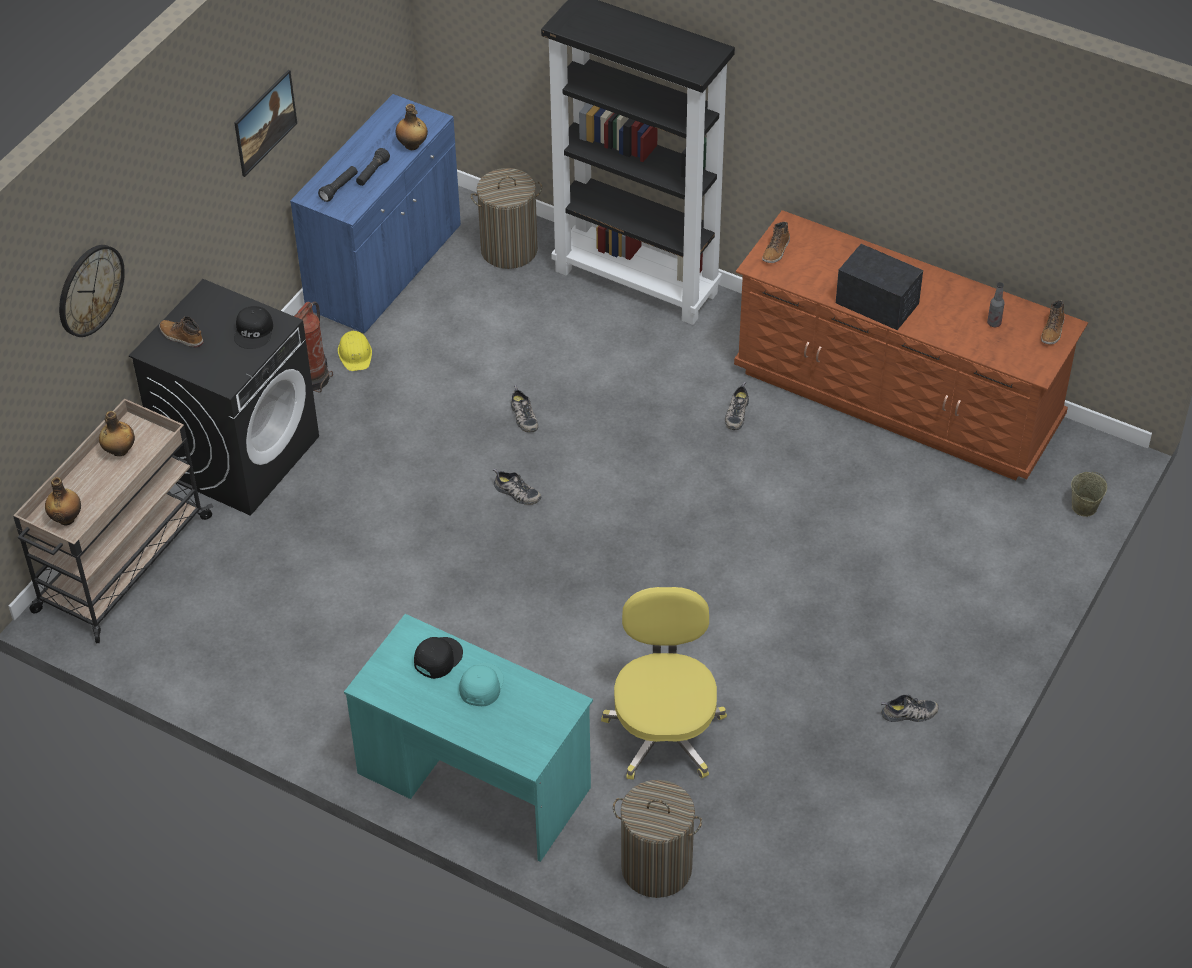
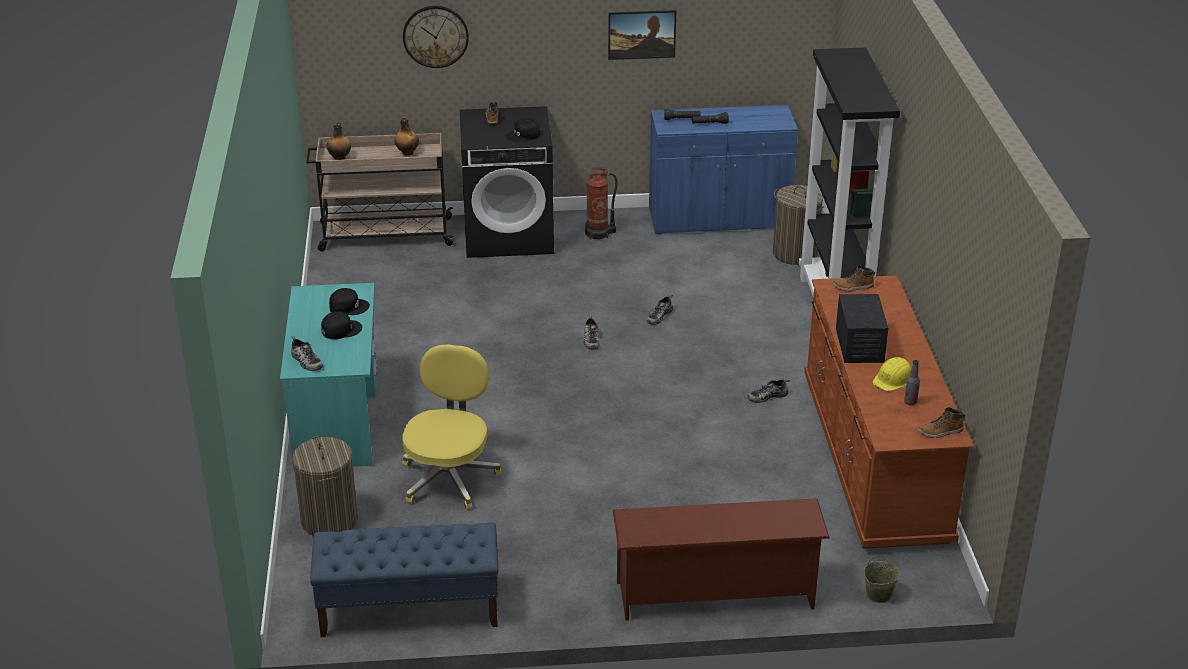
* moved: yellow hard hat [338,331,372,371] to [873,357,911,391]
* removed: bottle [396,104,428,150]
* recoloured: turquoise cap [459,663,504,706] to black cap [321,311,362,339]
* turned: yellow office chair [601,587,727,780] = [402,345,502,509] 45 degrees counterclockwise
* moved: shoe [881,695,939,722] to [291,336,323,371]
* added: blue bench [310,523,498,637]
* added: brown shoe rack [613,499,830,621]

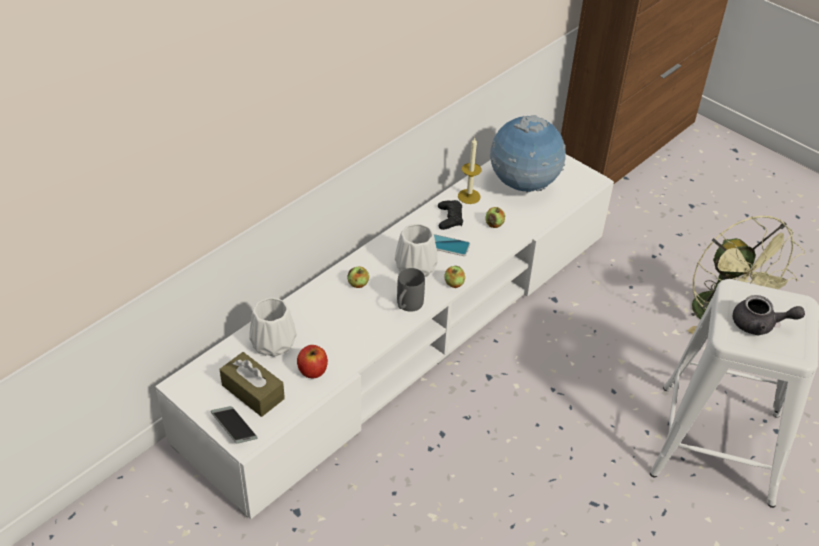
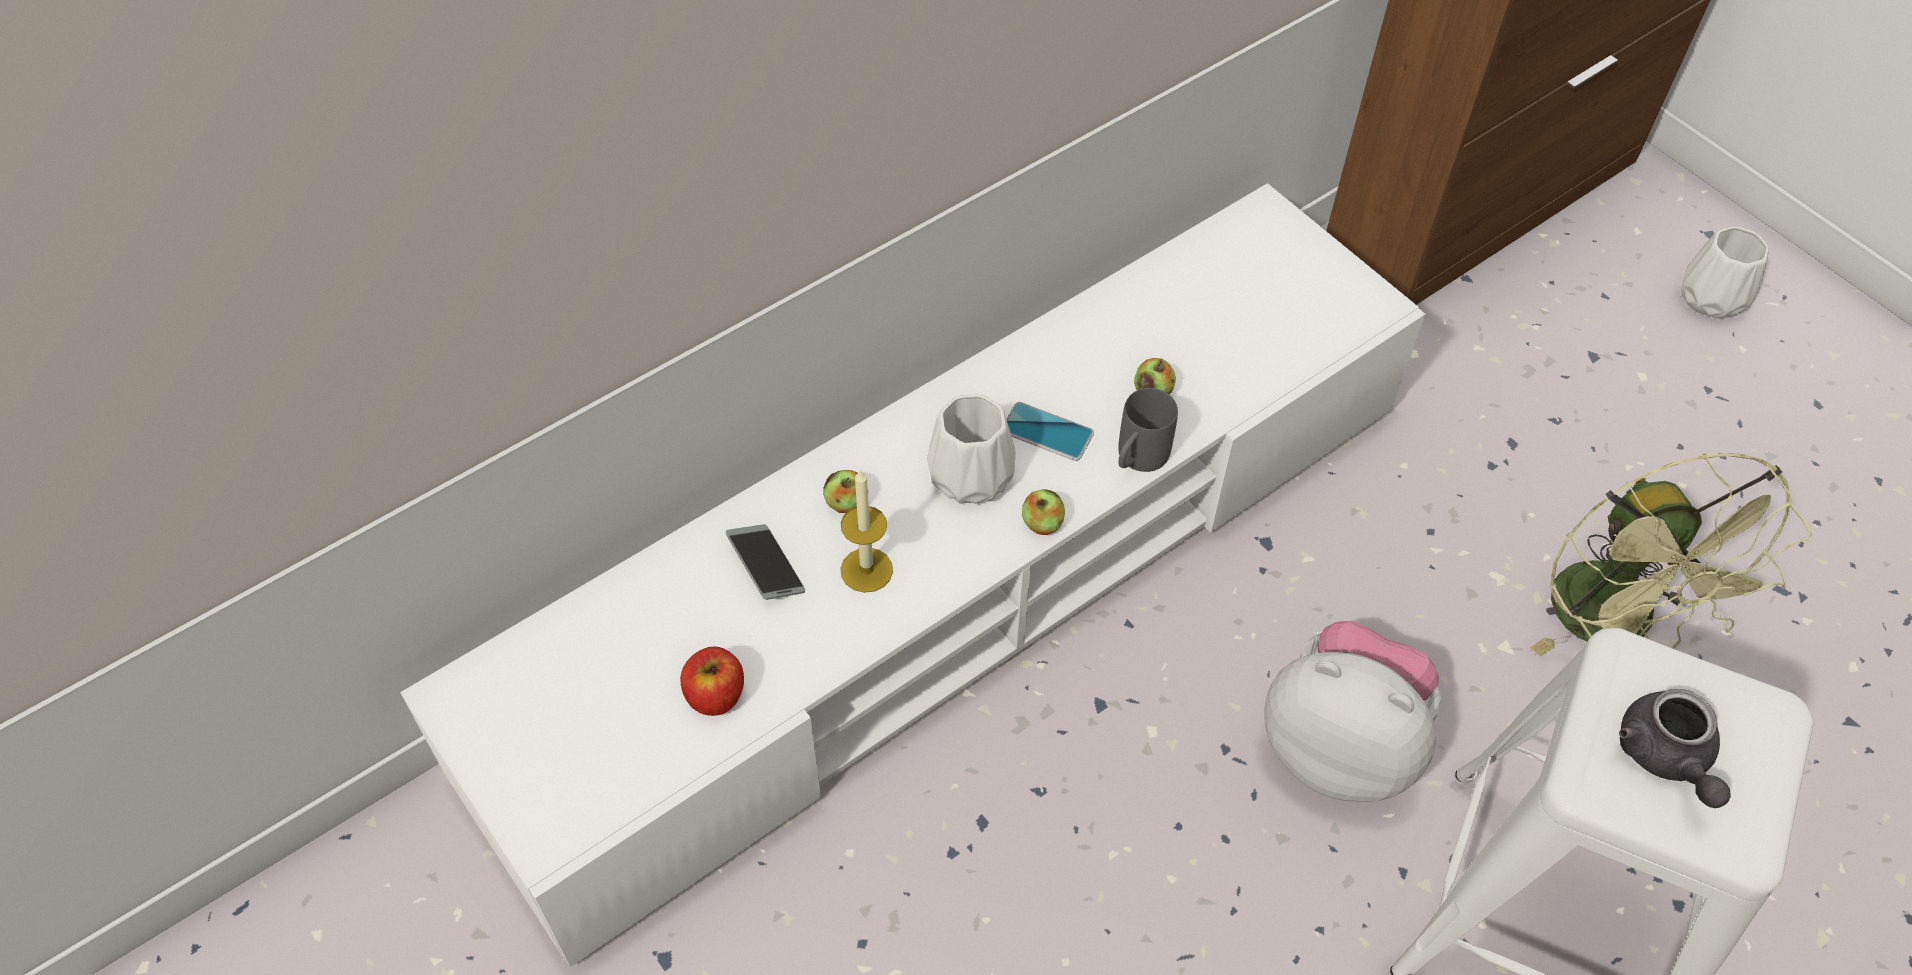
* moved: phone [211,406,258,444] to [726,524,805,600]
* removed: brown tissue box [220,352,285,417]
* moved: white vase [249,297,297,357] to [1681,226,1769,319]
* moved: grey mug [397,268,425,312] to [1118,388,1178,472]
* removed: black game controller [438,200,463,230]
* moved: candle [458,138,482,204] to [840,469,893,593]
* removed: globe [490,115,566,193]
* turned: grey teapot [733,295,805,335] = [1619,689,1731,808] 60 degrees clockwise
* added: plush toy [1264,621,1441,802]

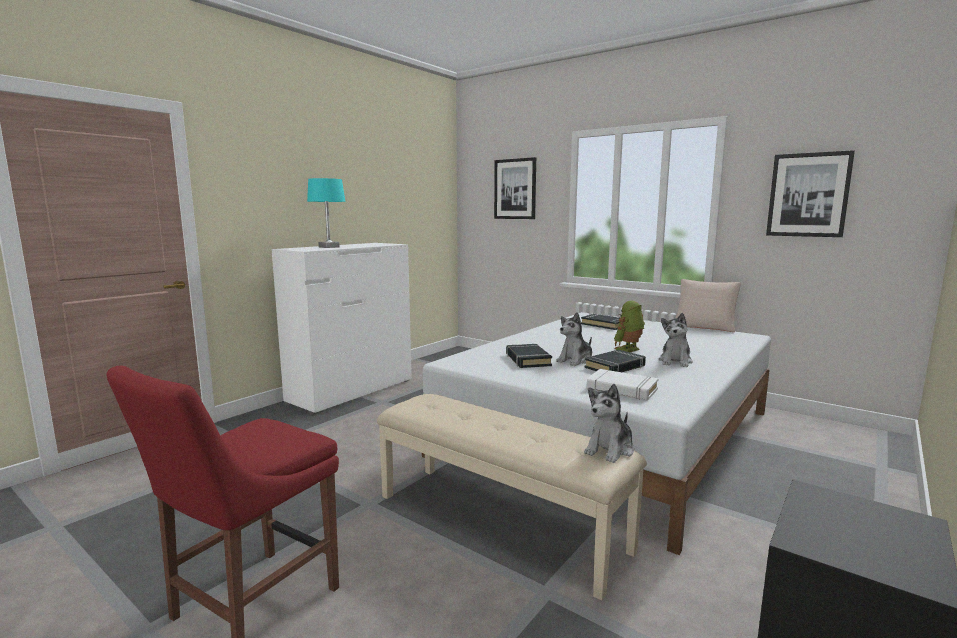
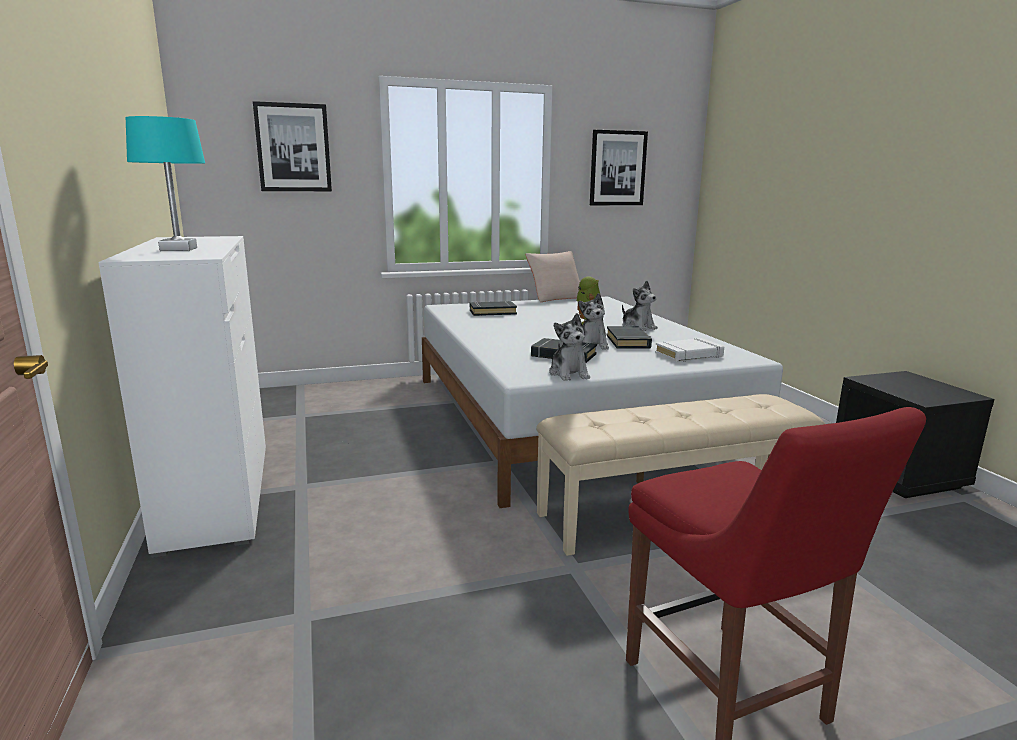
* moved: plush toy [584,384,634,463] to [549,313,590,381]

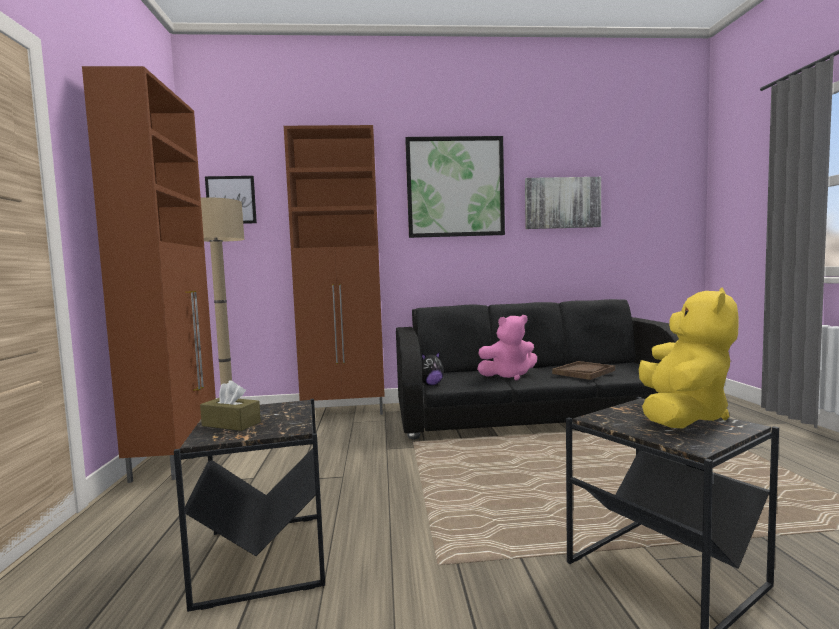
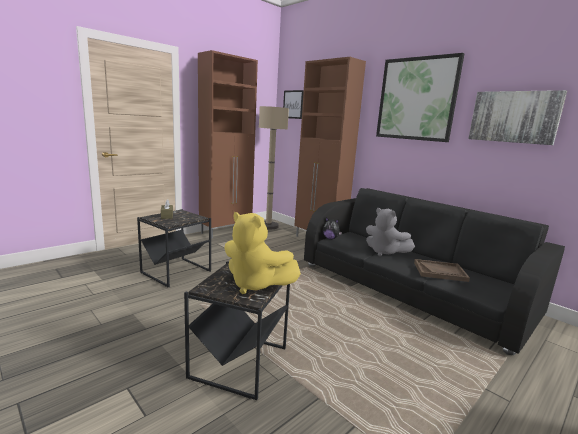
* recoloured: pink plush toy [477,315,537,380] to grey plush toy [366,208,415,256]
* turned: yellow plush toy [639,287,739,429] = [224,212,301,294] 45 degrees clockwise

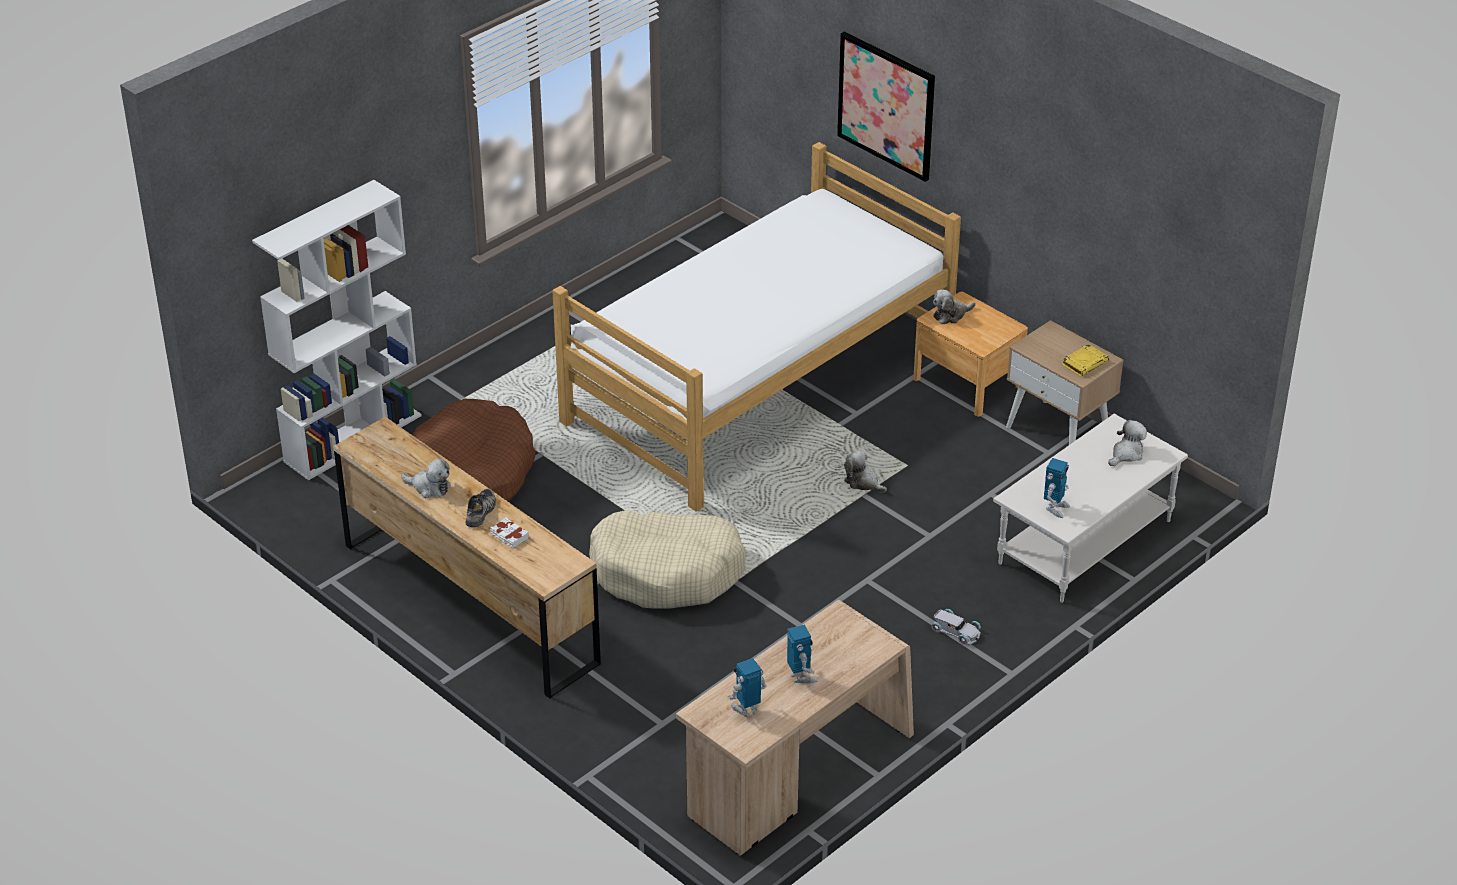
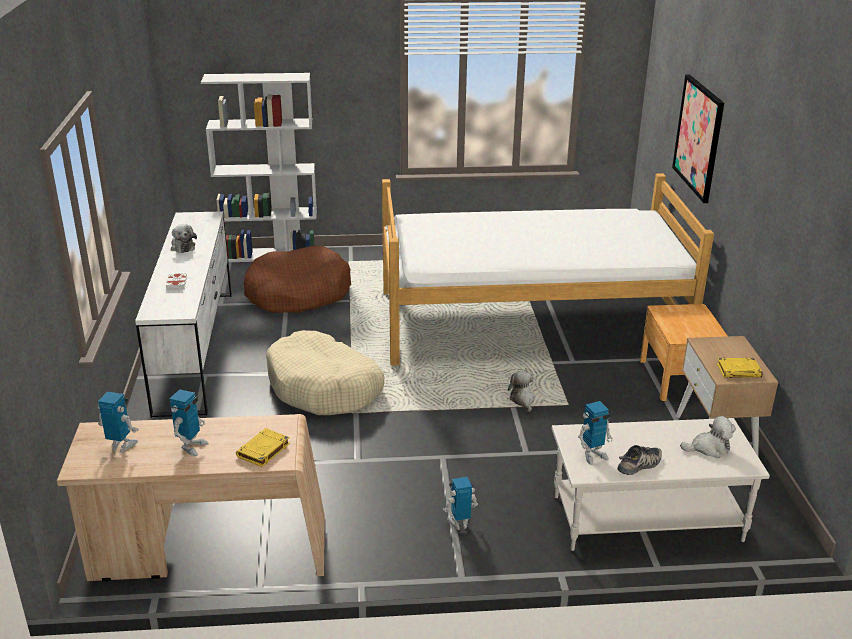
* recoloured: brown dresser [333,417,601,698] to white dresser [135,211,232,418]
* moved: shoe [466,488,496,527] to [618,445,662,475]
* replaced: white toy car [931,609,981,645] to toy robot [443,477,478,530]
* removed: plush toy [933,289,976,324]
* added: yellow book [236,428,290,467]

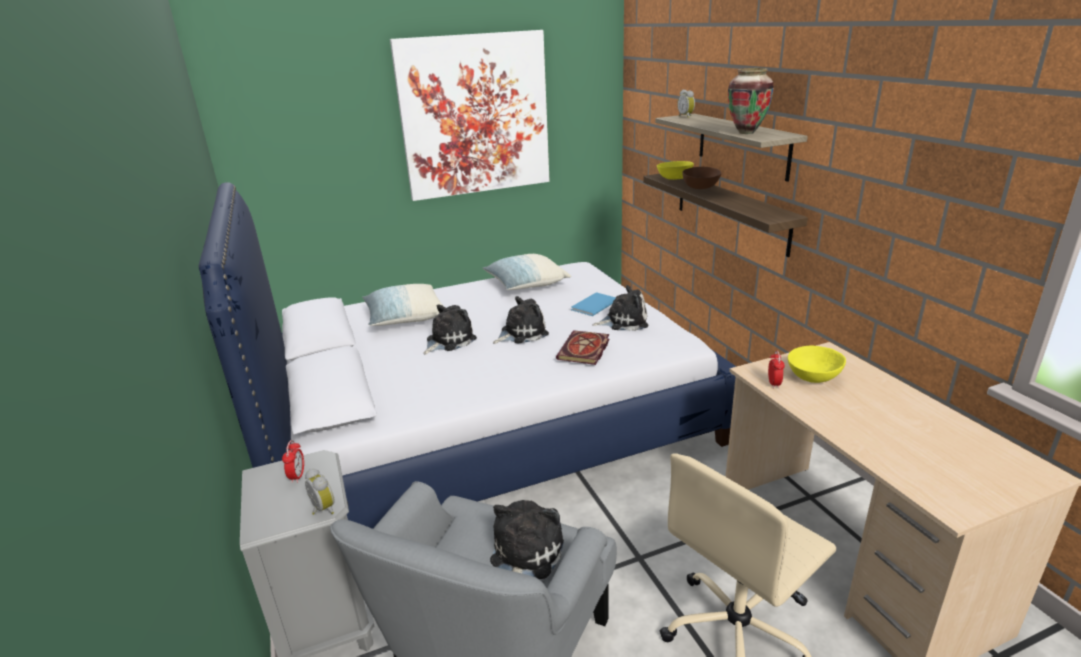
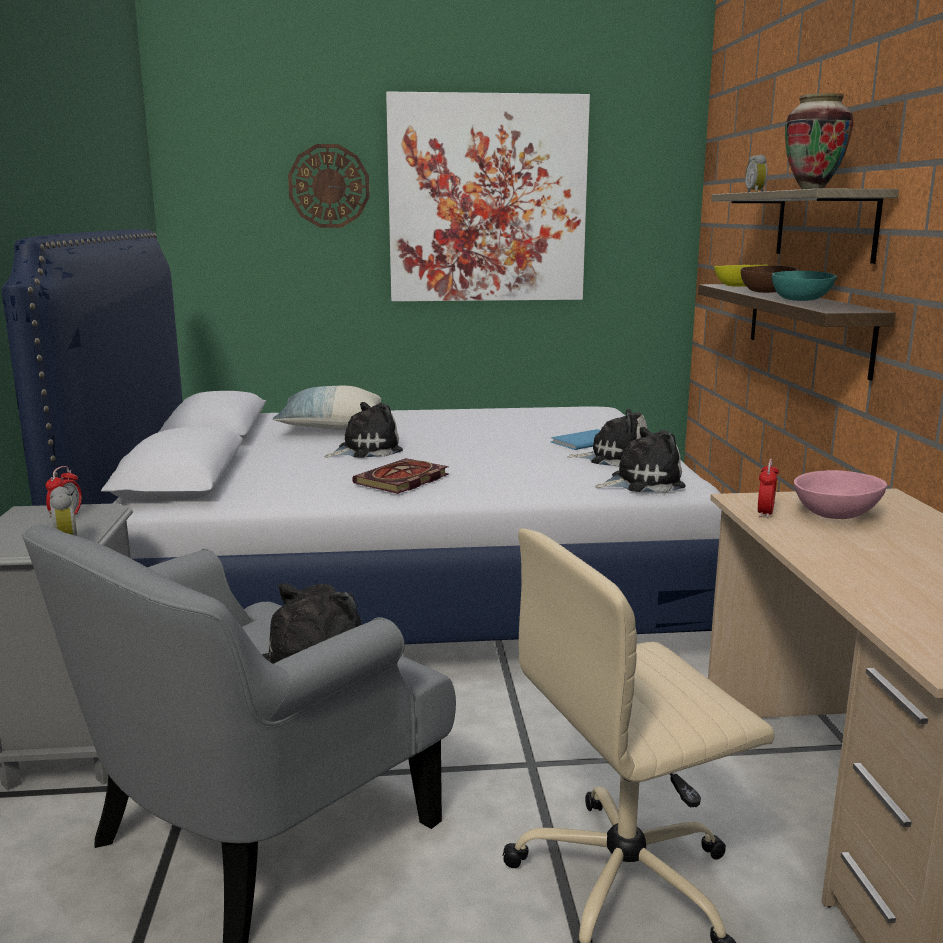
* removed: pillow [483,254,571,290]
* moved: plush toy [493,296,549,344] to [595,427,686,492]
* moved: book [556,330,610,365] to [352,458,449,494]
* recoloured: yellow bowl [788,346,846,383] to pink bowl [794,470,887,519]
* added: wall clock [288,144,370,228]
* added: turquoise bowl [772,271,837,301]

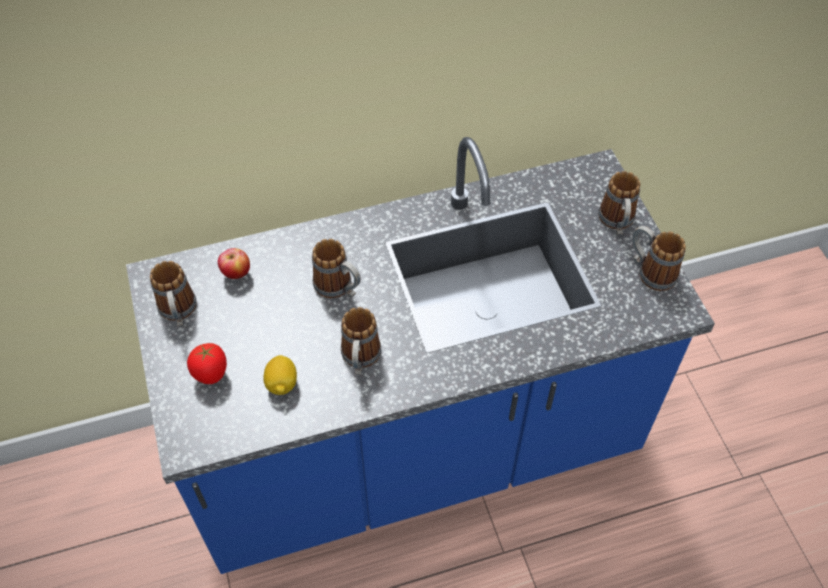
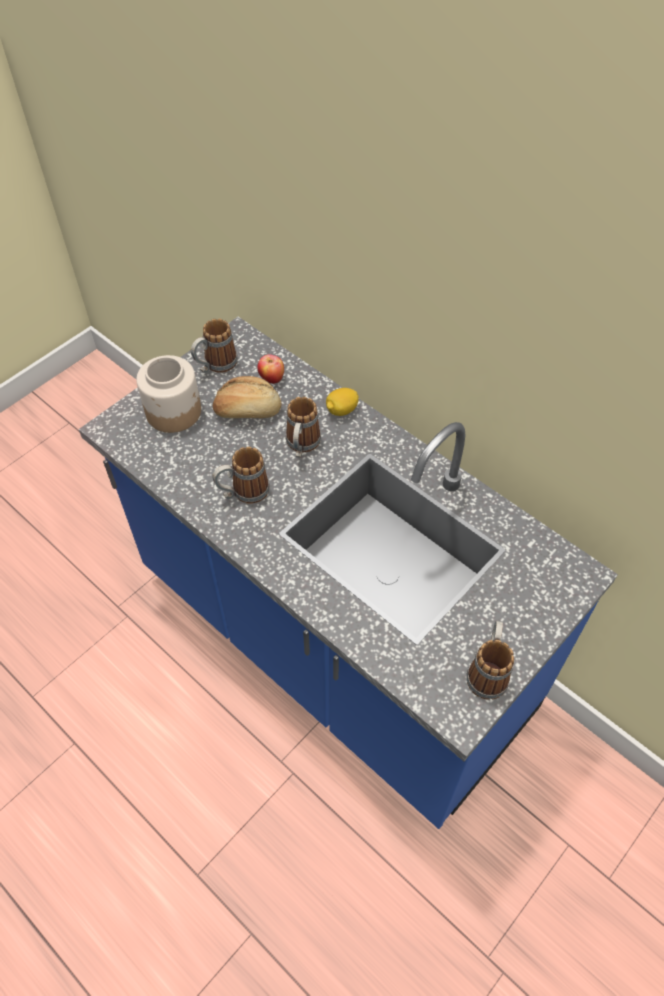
* replaced: tomato [187,343,227,384] to jar [136,355,201,433]
* moved: lemon [264,355,297,395] to [326,388,358,416]
* removed: mug [598,171,640,235]
* added: bread [213,376,282,418]

